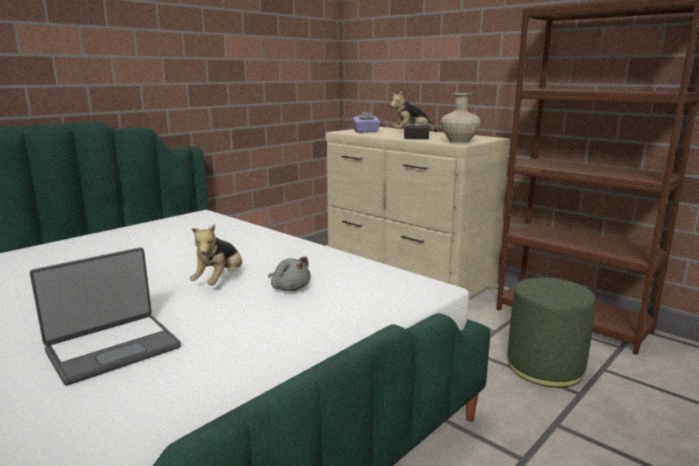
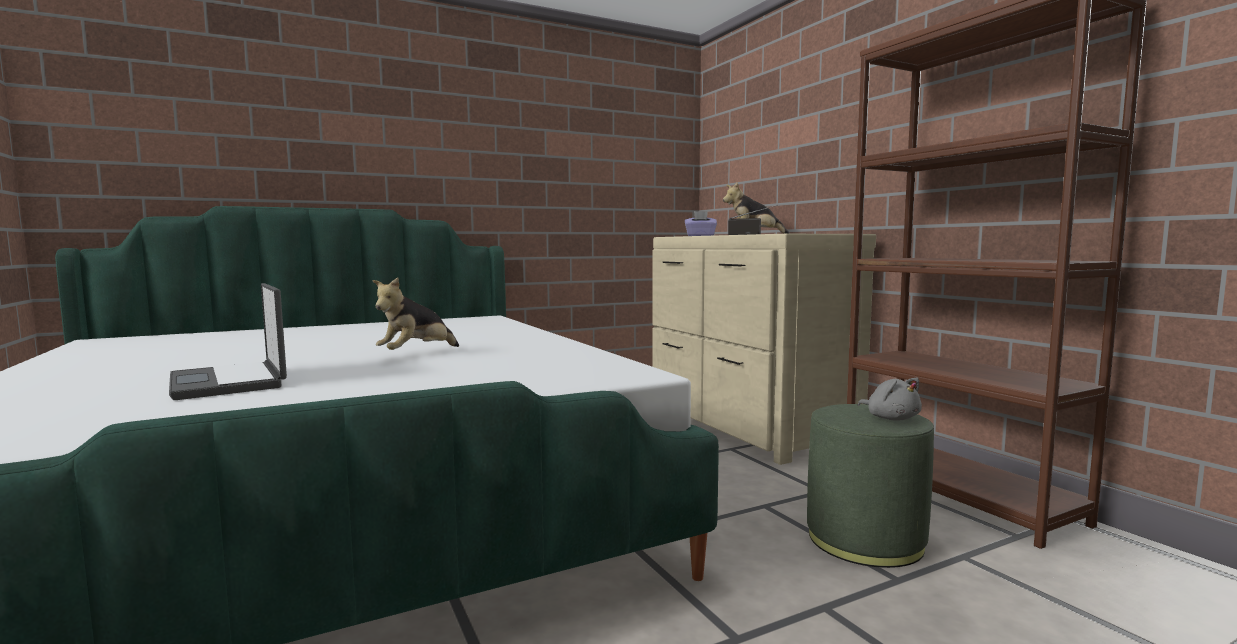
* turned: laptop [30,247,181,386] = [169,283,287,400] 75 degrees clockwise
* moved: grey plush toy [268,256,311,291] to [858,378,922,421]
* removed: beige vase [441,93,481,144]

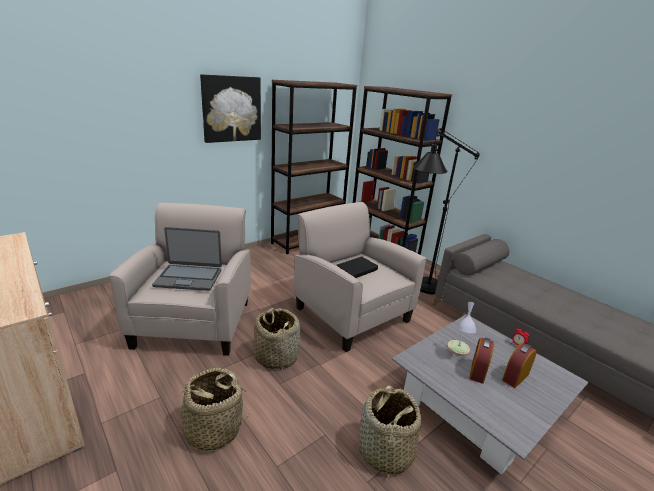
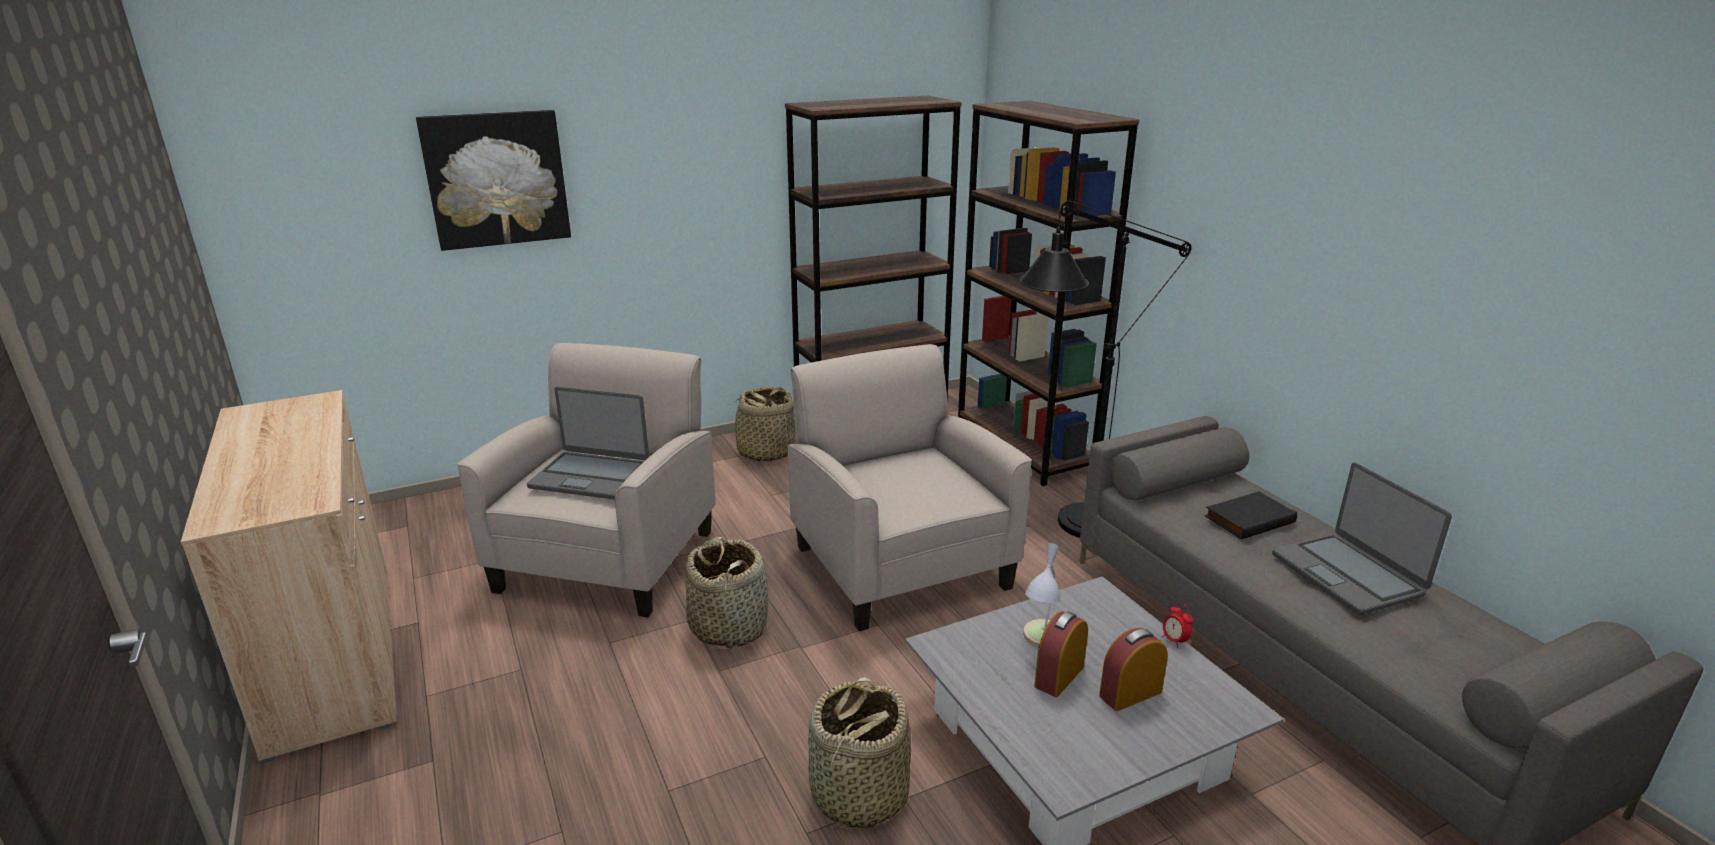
* moved: basket [168,368,249,452] to [722,387,796,461]
* moved: picture [200,74,261,143] to [416,110,571,251]
* moved: black book [337,257,378,278] to [1205,491,1297,539]
* added: laptop [1272,462,1452,615]

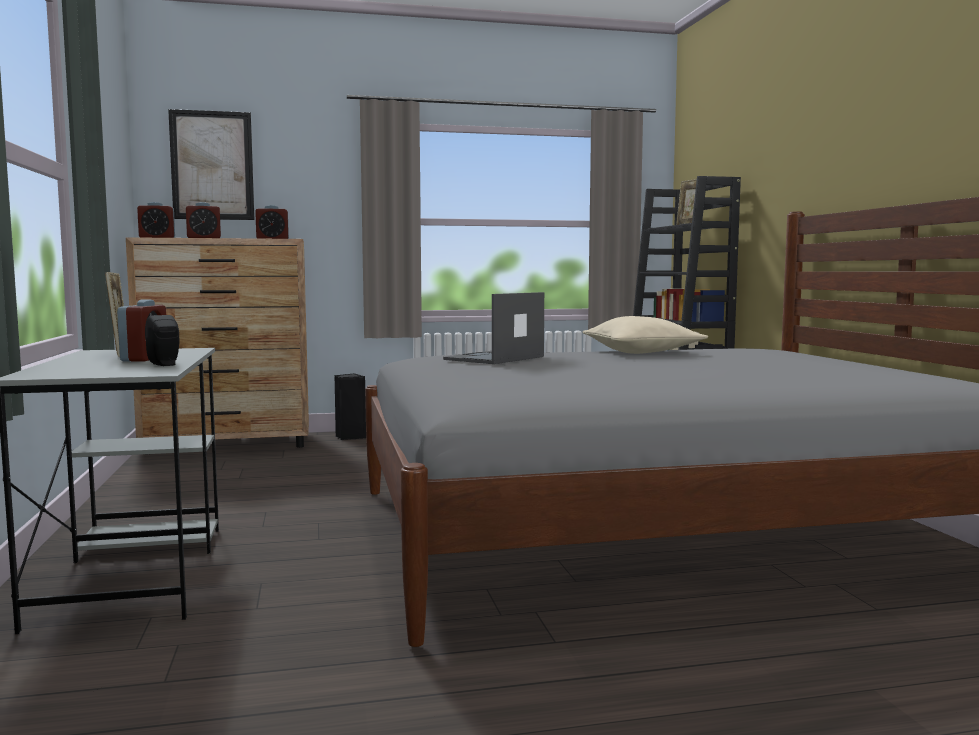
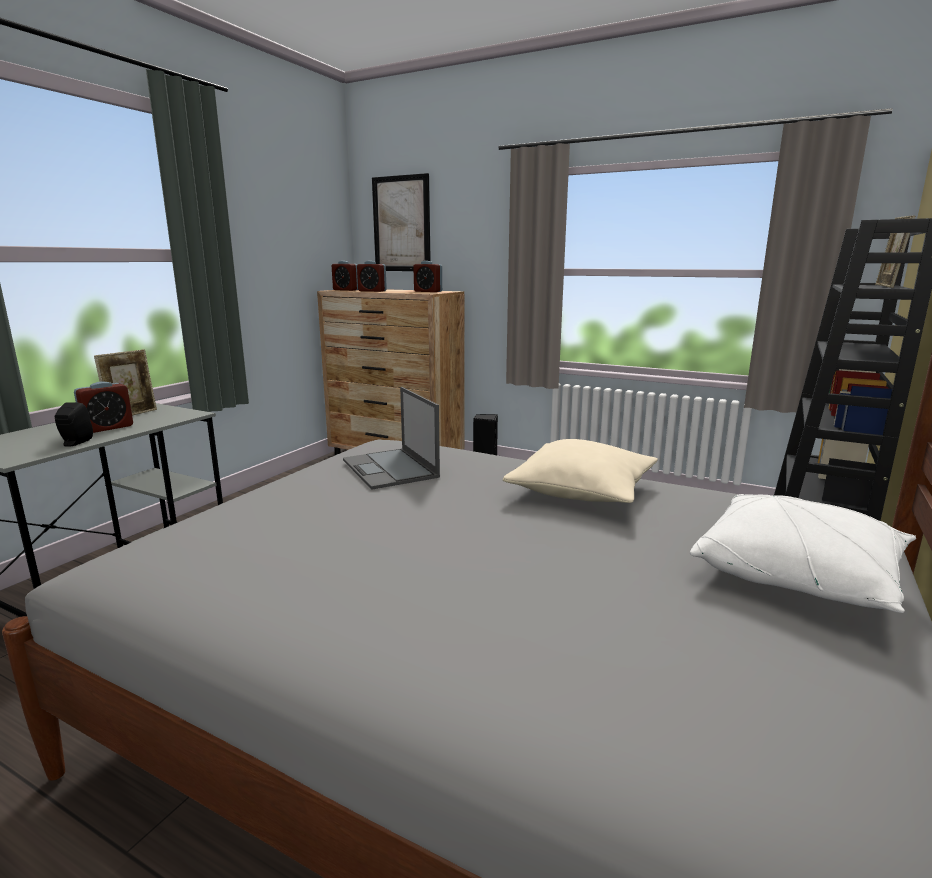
* turned: laptop [443,292,544,364] = [343,387,440,490] 105 degrees counterclockwise
* added: white pillow [690,494,916,613]

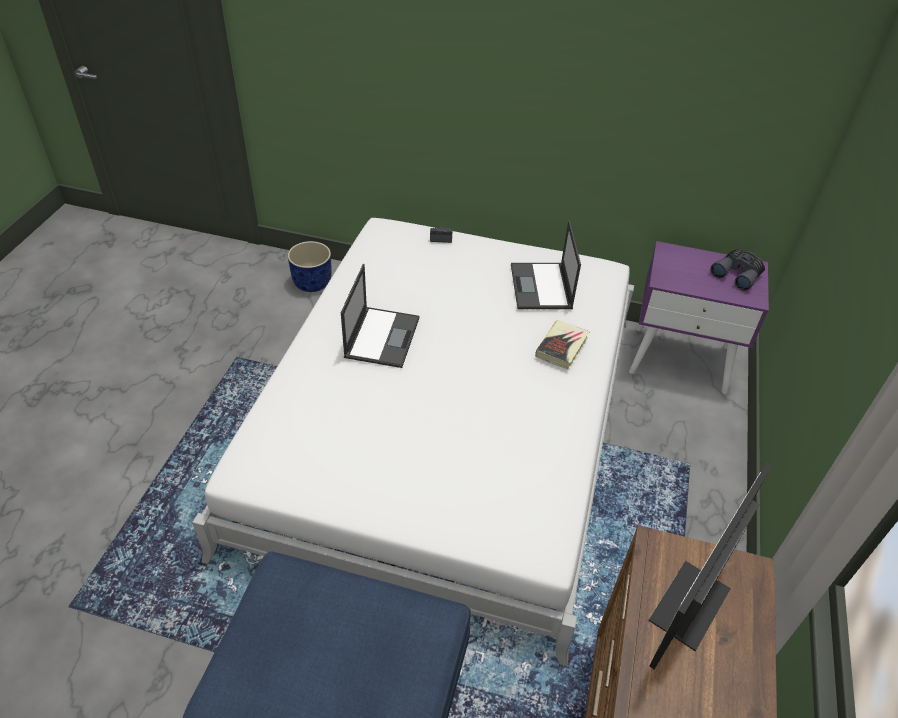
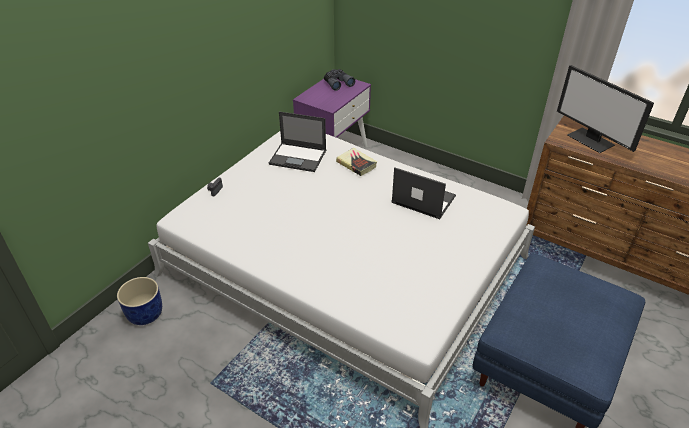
* moved: laptop [341,264,419,368] to [391,167,456,219]

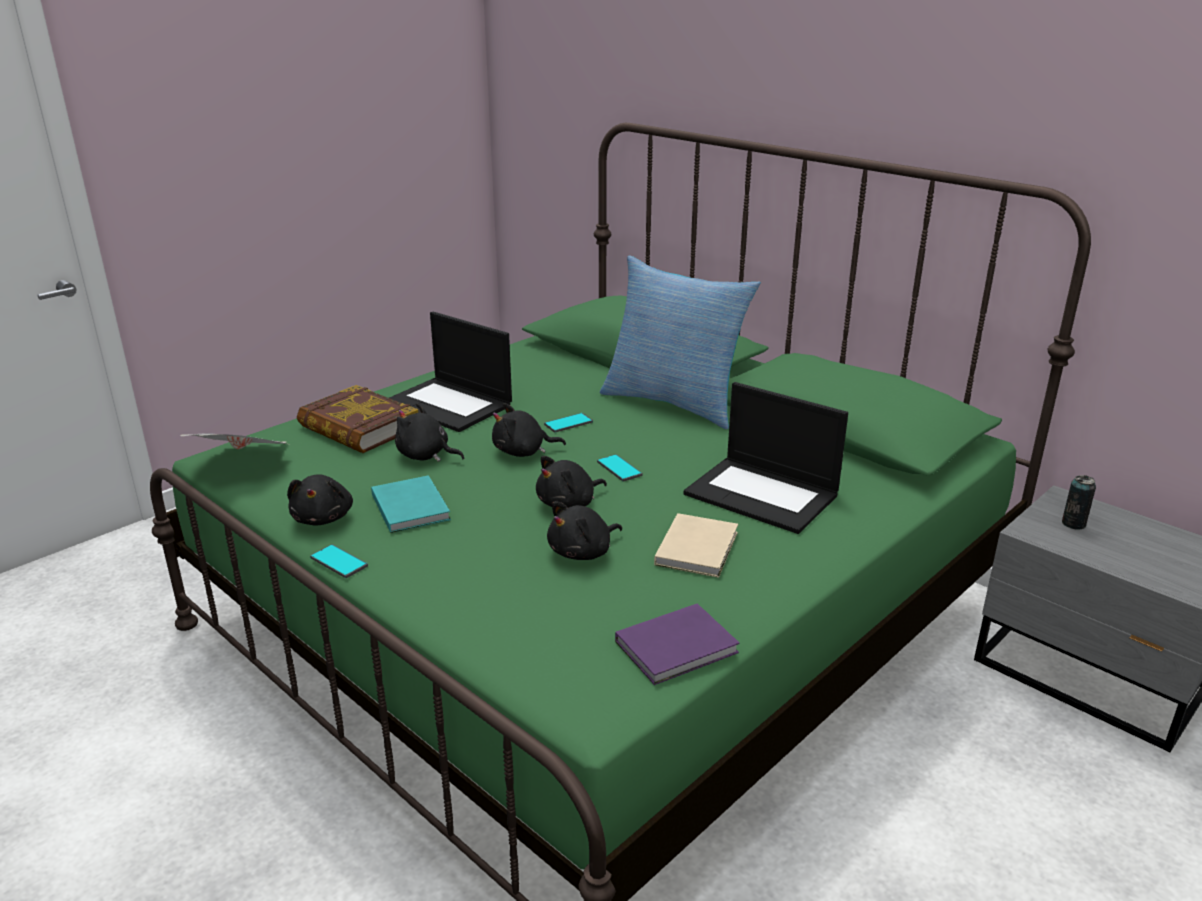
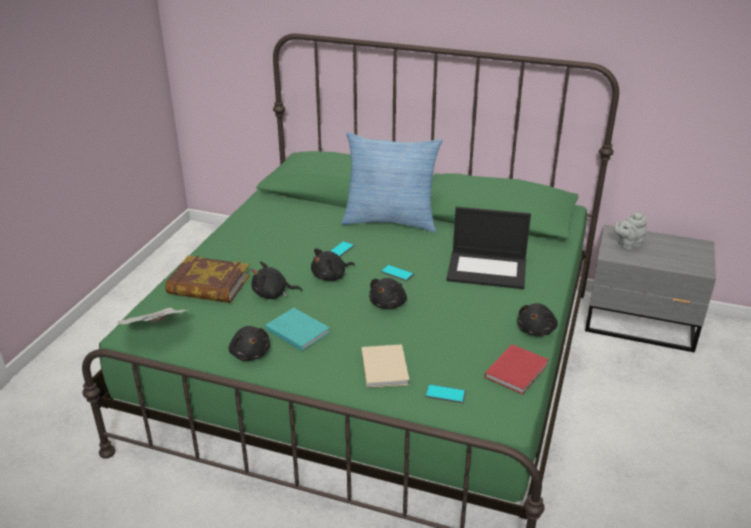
* moved: phone [310,544,368,578] to [425,384,466,404]
* removed: laptop [389,312,512,432]
* moved: black plush toy [547,501,622,560] to [517,303,558,336]
* recoloured: purple book [615,604,740,685] to red book [485,344,549,395]
* moved: beige book [654,513,738,578] to [361,344,410,388]
* replaced: can [1062,475,1096,530] to grey teapot [614,212,648,250]

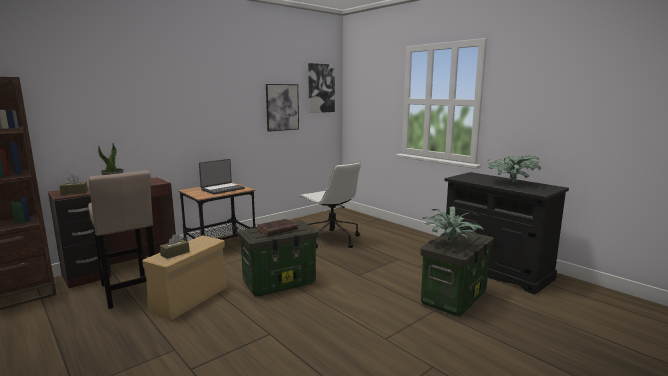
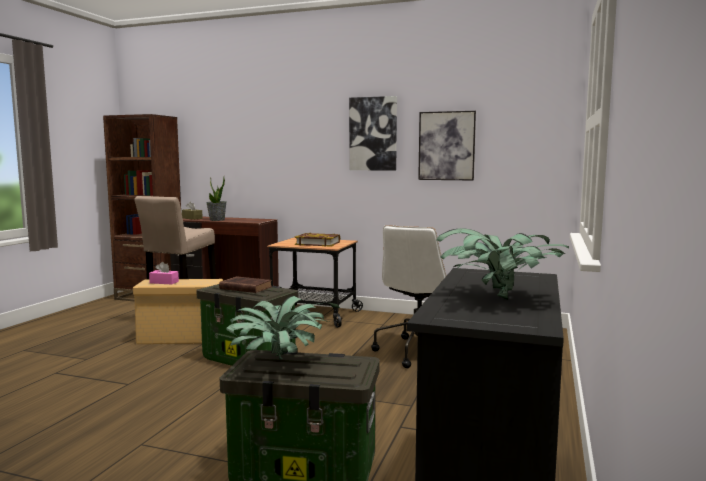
* recoloured: brown tissue box [160,234,190,259] to pink tissue box [149,262,179,285]
* replaced: laptop [199,159,245,195] to book [294,233,340,247]
* moved: picture [308,63,335,113] to [349,96,397,171]

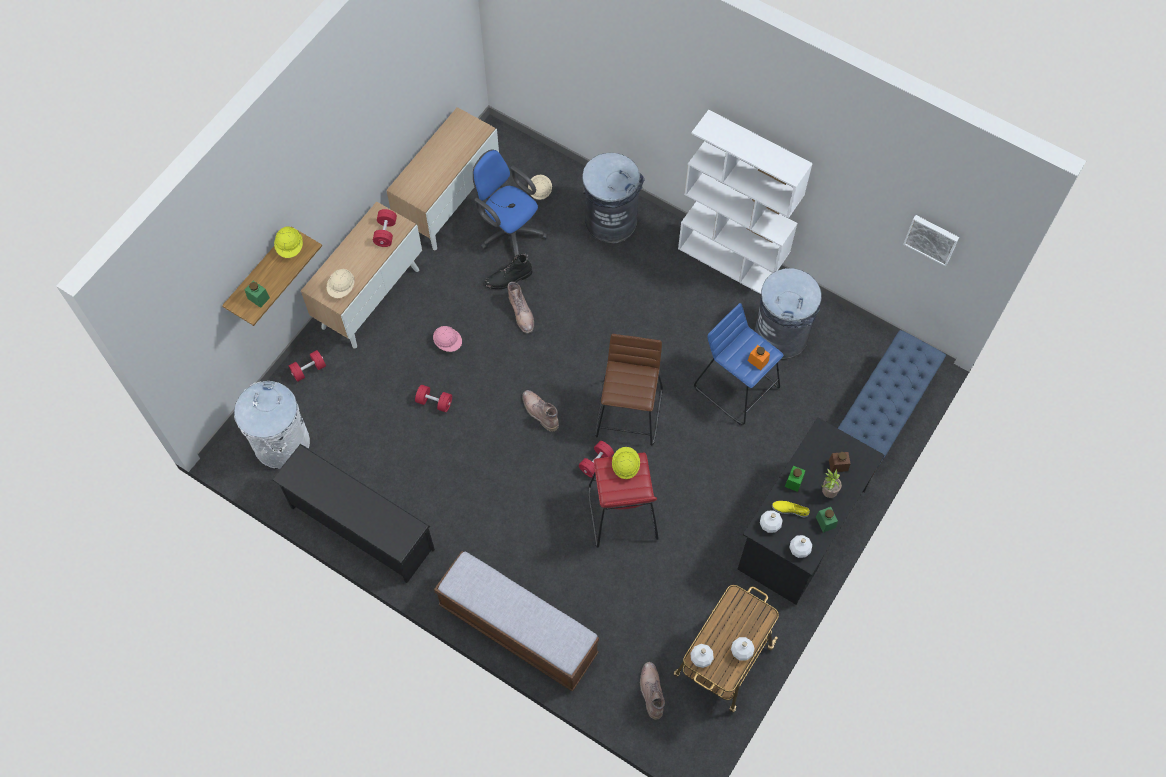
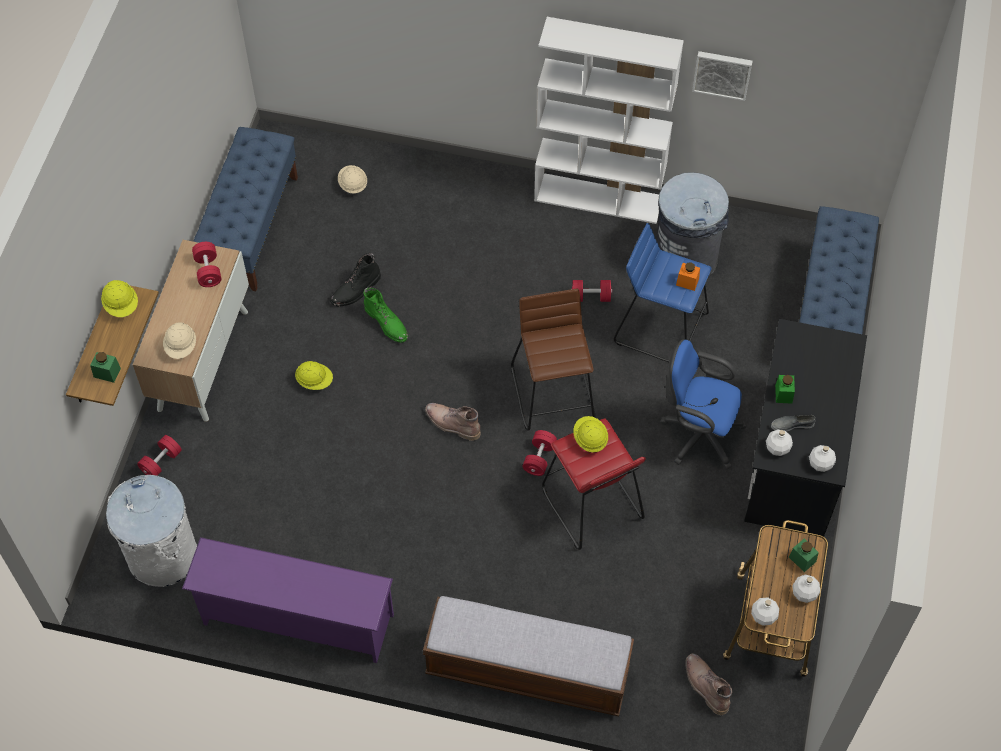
* recoloured: black shoe rack [272,444,435,583] to purple shoe rack [182,537,394,663]
* replaced: cabinet [386,107,499,250] to blue bench [193,127,298,291]
* moved: red dumbbell [415,385,452,412] to [572,280,612,302]
* recoloured: pink hard hat [433,326,462,352] to yellow hard hat [295,361,333,390]
* moved: blue office chair [473,149,547,256] to [660,340,747,470]
* recoloured: brown boot [507,282,534,334] to green boot [363,287,408,343]
* removed: grey trash can [582,153,645,243]
* recoloured: yellow shoe [772,501,810,517] to grey shoe [771,415,816,431]
* moved: green jar [816,507,838,533] to [789,539,819,572]
* removed: potted plant [821,468,842,498]
* removed: brown jar [829,452,851,472]
* moved: picture [903,215,959,266] to [692,51,753,101]

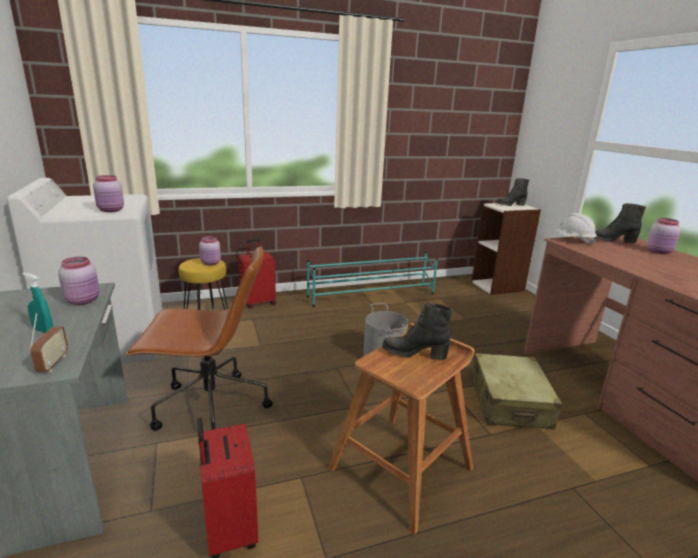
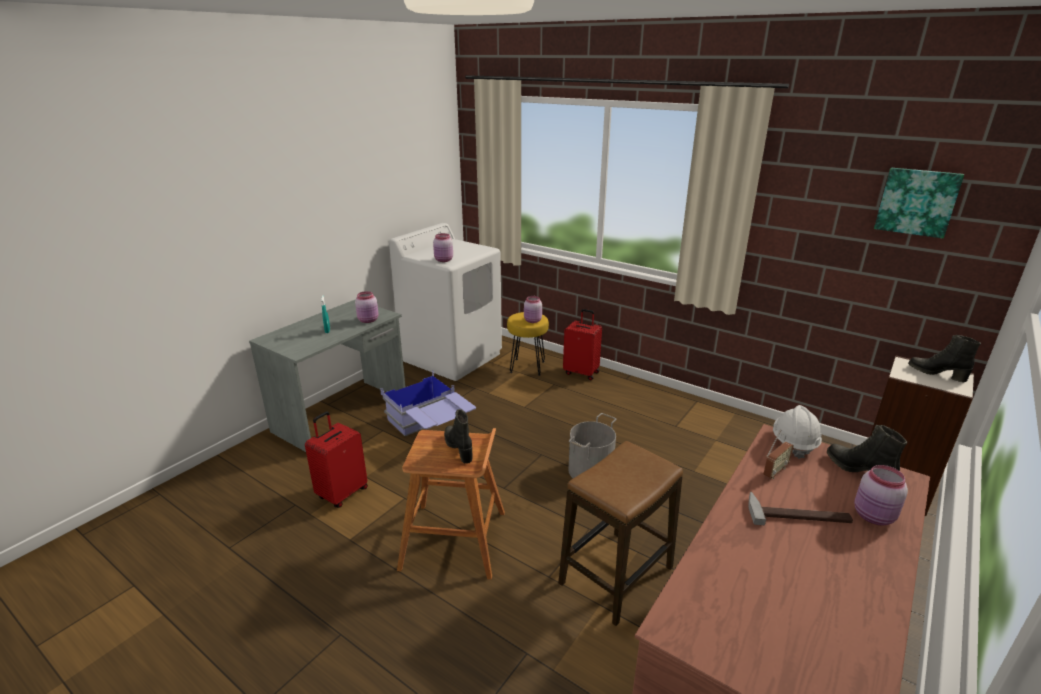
* moved: radio [29,313,68,372] to [763,430,794,479]
* replaced: brown office chair [126,246,273,431] to blue storage box [380,371,476,436]
* removed: turquoise shoe rack [307,252,438,307]
* replaced: beige suitcase [471,353,562,430] to stool [558,441,683,626]
* added: hammer [748,492,853,525]
* added: picture [874,168,964,238]

